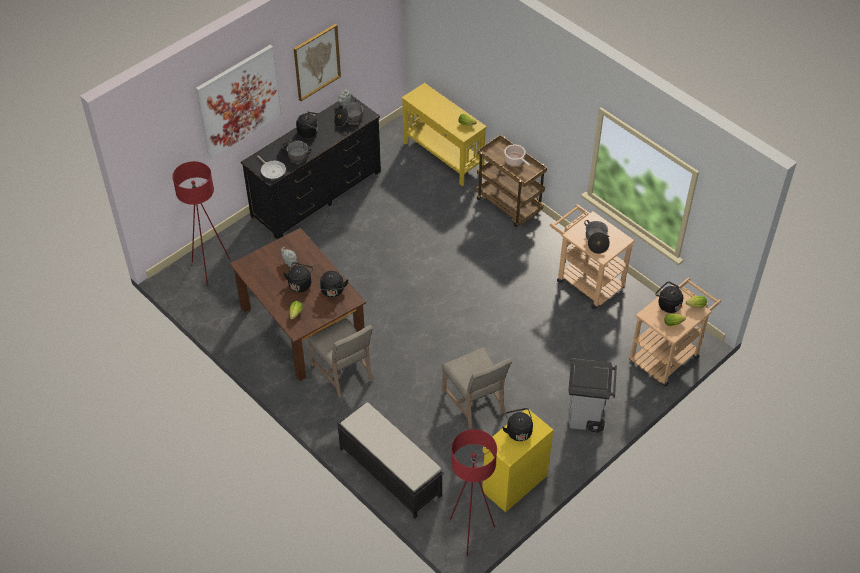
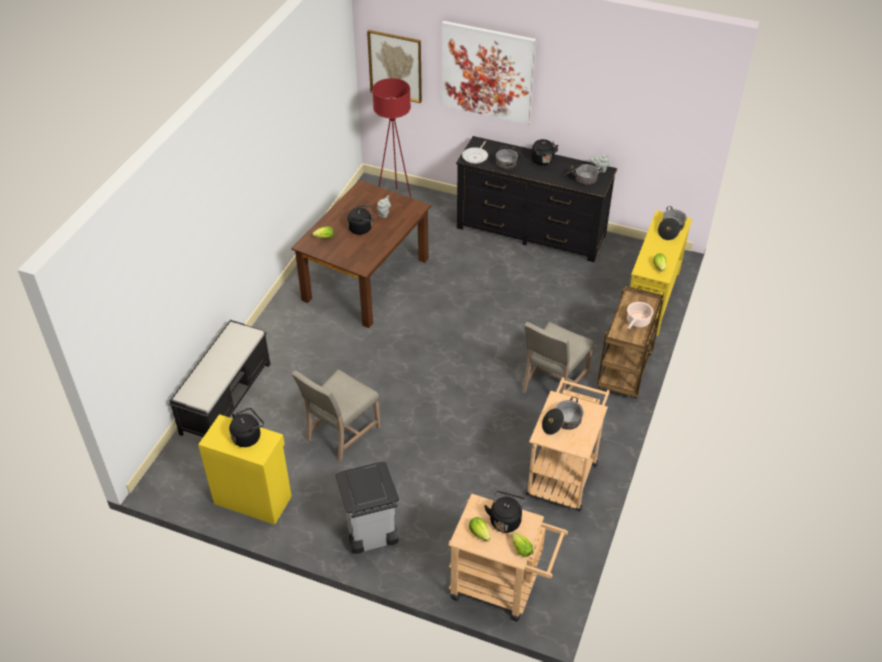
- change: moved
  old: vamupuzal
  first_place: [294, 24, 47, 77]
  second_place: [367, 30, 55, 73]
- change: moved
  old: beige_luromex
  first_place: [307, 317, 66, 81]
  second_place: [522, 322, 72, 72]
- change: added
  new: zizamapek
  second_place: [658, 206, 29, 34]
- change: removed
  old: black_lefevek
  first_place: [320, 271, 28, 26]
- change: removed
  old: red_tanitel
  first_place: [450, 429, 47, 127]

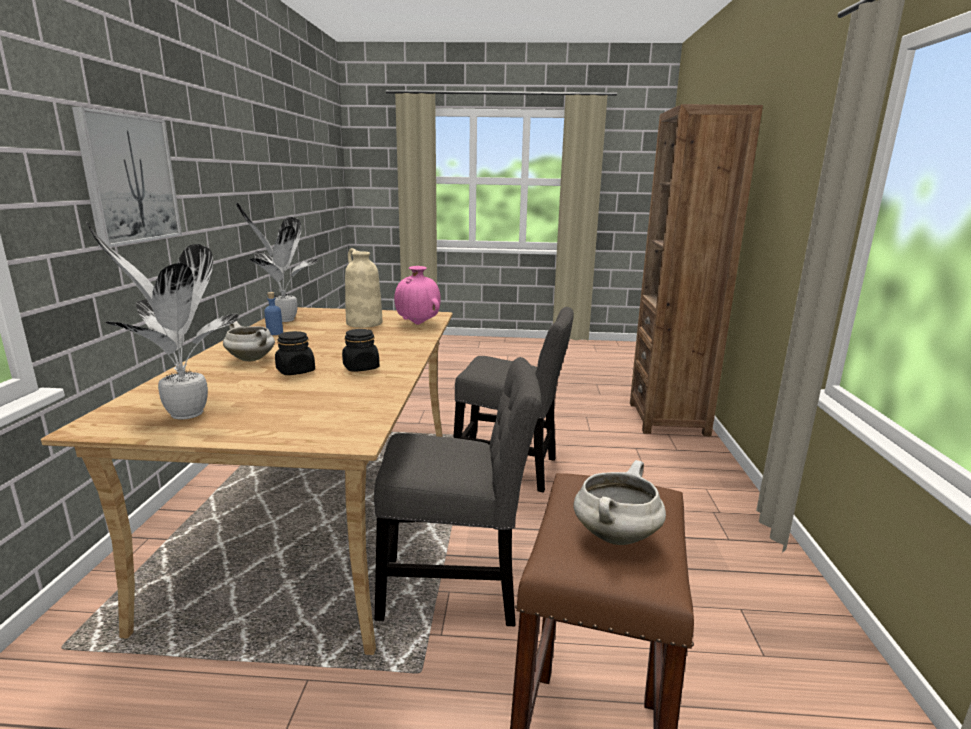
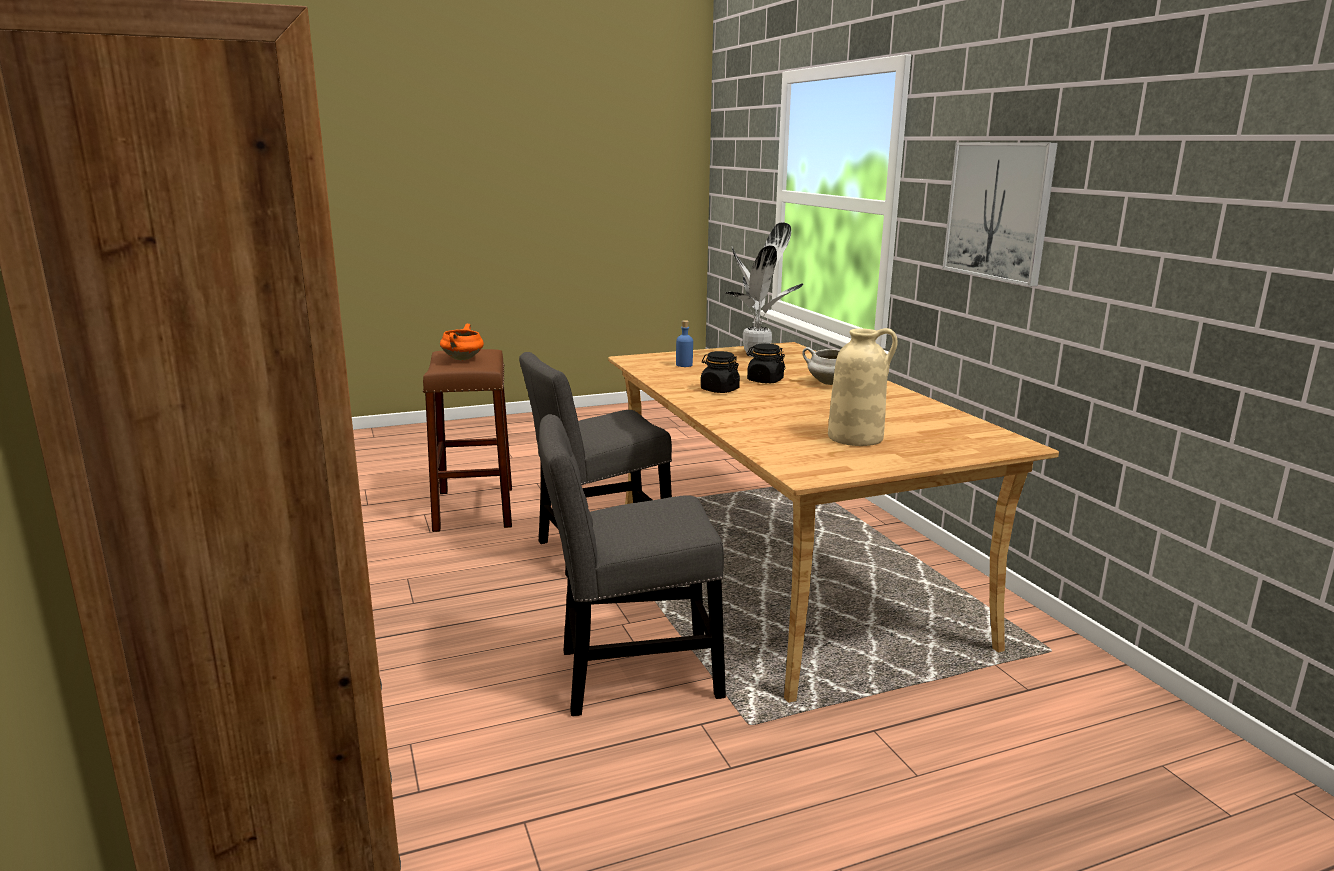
- change: recoloured
  old: white_zizamapek
  new: orange_zizamapek
  first_place: [574, 460, 92, 85]
  second_place: [440, 324, 44, 36]
- change: moved
  old: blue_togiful
  first_place: [264, 292, 19, 43]
  second_place: [676, 320, 17, 47]
- change: removed
  old: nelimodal
  first_place: [236, 203, 82, 119]
- change: removed
  old: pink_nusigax
  first_place: [394, 266, 47, 59]

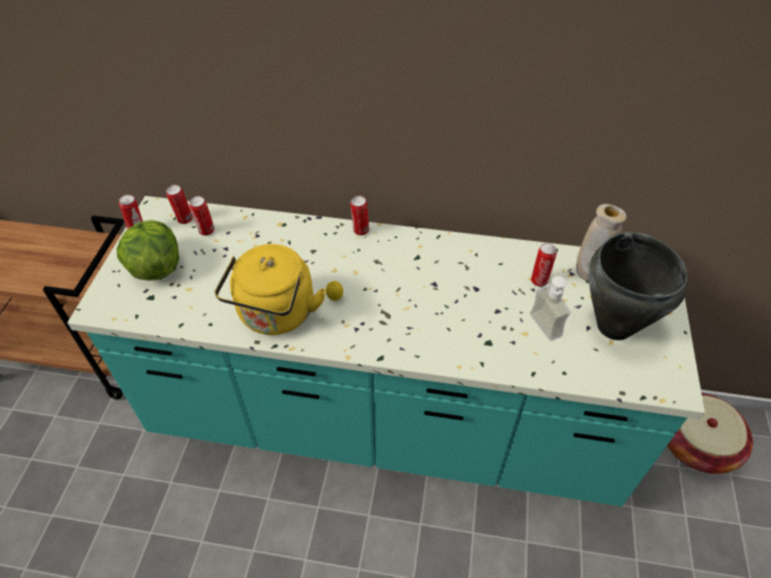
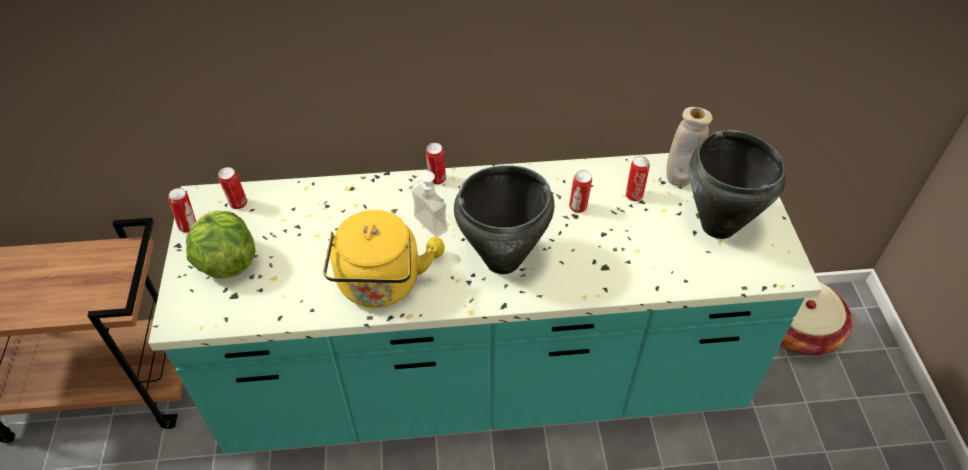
- change: moved
  old: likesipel
  first_place: [530, 276, 41, 65]
  second_place: [407, 171, 41, 66]
- change: added
  new: black_zizamapek
  second_place: [454, 165, 101, 109]
- change: moved
  old: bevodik
  first_place: [189, 196, 25, 40]
  second_place: [569, 170, 23, 43]

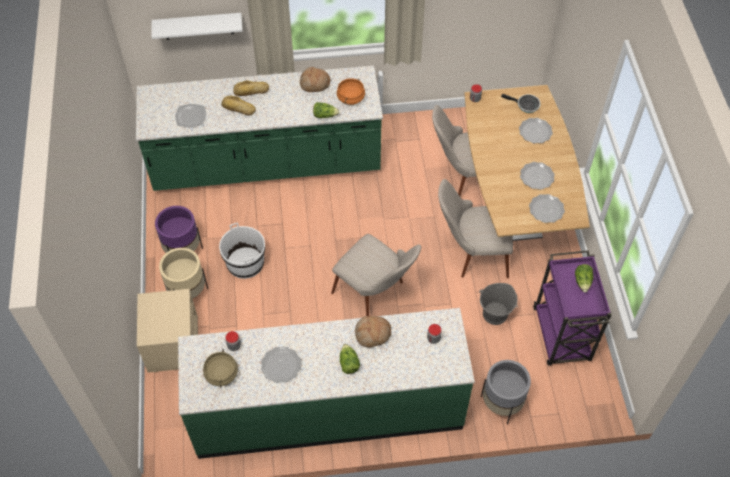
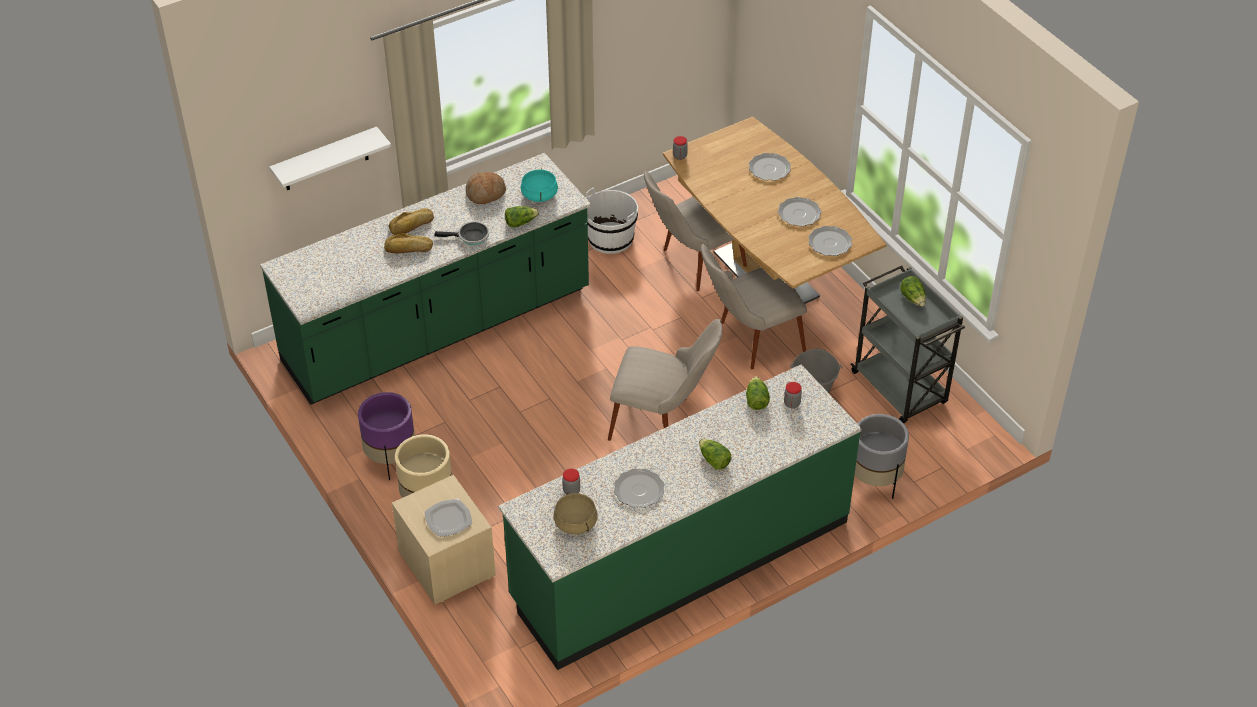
- change: moved
  old: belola
  first_place: [175, 104, 31, 23]
  second_place: [425, 499, 47, 38]
- change: moved
  old: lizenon
  first_place: [501, 94, 40, 19]
  second_place: [434, 221, 55, 24]
- change: recoloured
  old: orange_zizamapek
  new: turquoise_zizamapek
  first_place: [337, 78, 28, 27]
  second_place: [521, 168, 37, 34]
- change: moved
  old: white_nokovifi
  first_place: [219, 223, 46, 56]
  second_place: [586, 187, 52, 67]
- change: added
  new: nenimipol
  second_place: [746, 377, 24, 33]
- change: recoloured
  old: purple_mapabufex
  new: grey_mapabufex
  first_place: [533, 250, 79, 115]
  second_place: [850, 265, 115, 159]
- change: removed
  old: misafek
  first_place: [355, 316, 37, 32]

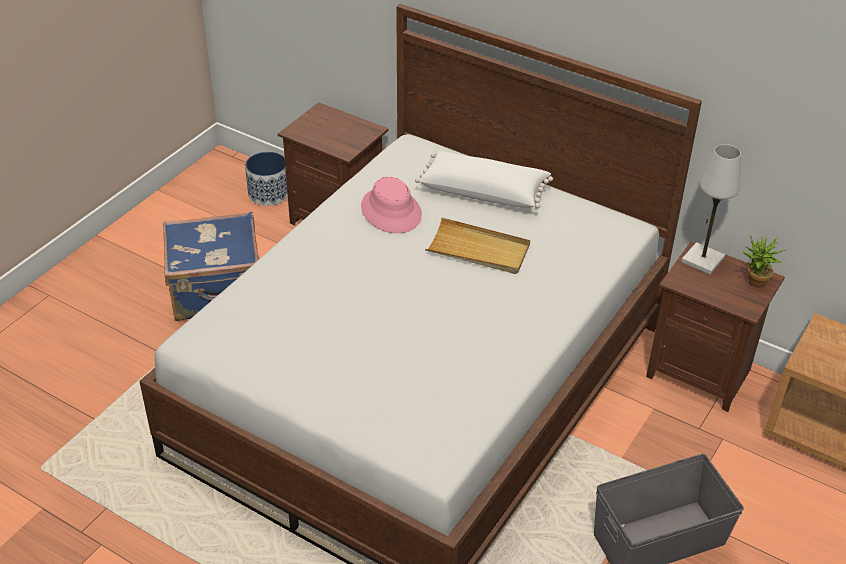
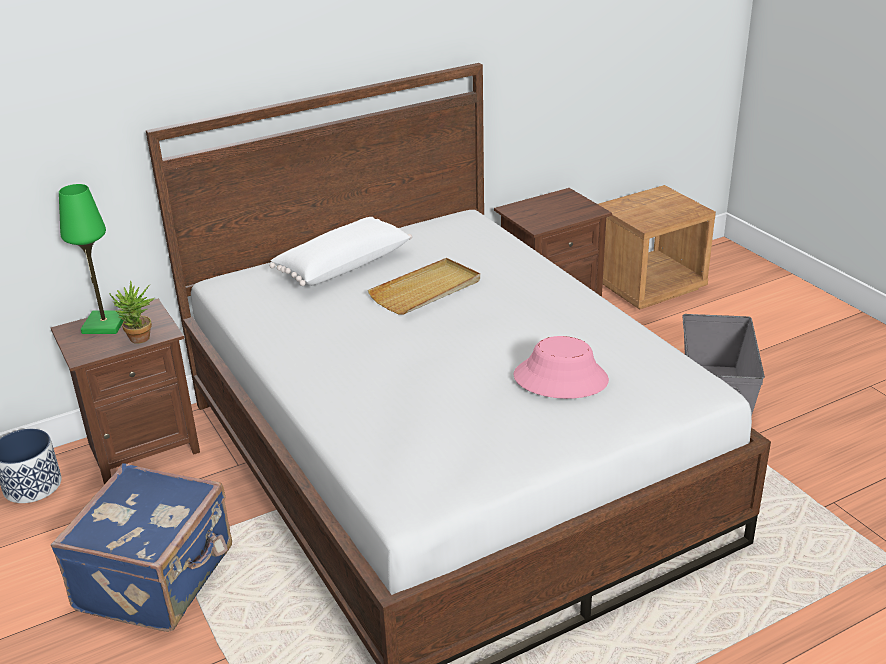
- change: added
  new: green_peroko
  second_place: [59, 184, 65, 150]
- change: moved
  old: nelimodal
  first_place: [743, 236, 43, 52]
  second_place: [109, 281, 46, 62]
- change: moved
  old: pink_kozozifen
  first_place: [361, 177, 61, 56]
  second_place: [513, 336, 96, 63]
- change: removed
  old: white_peroko
  first_place: [681, 144, 60, 131]

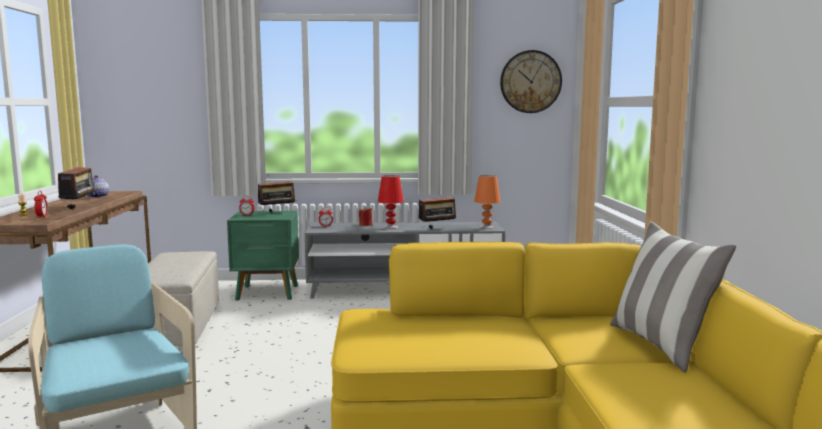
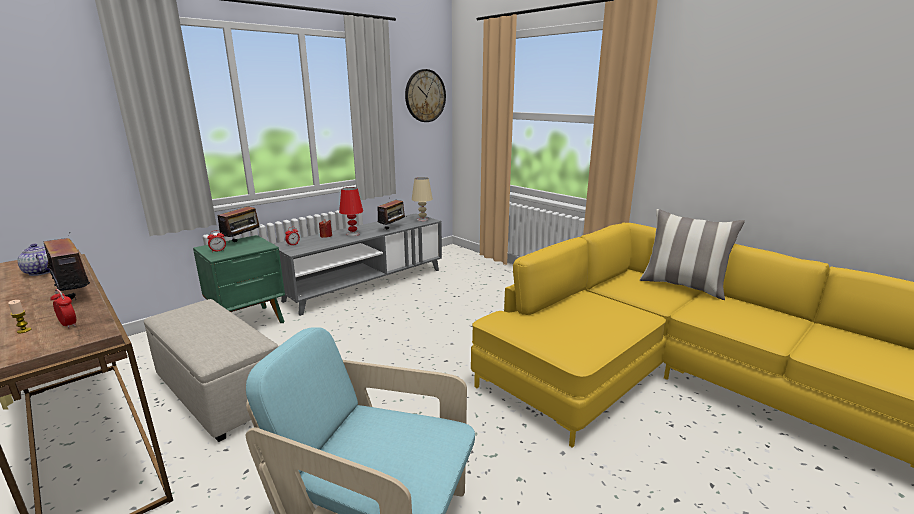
- change: recoloured
  old: orange_peroko
  new: beige_peroko
  first_place: [474, 175, 26, 54]
  second_place: [412, 177, 21, 45]

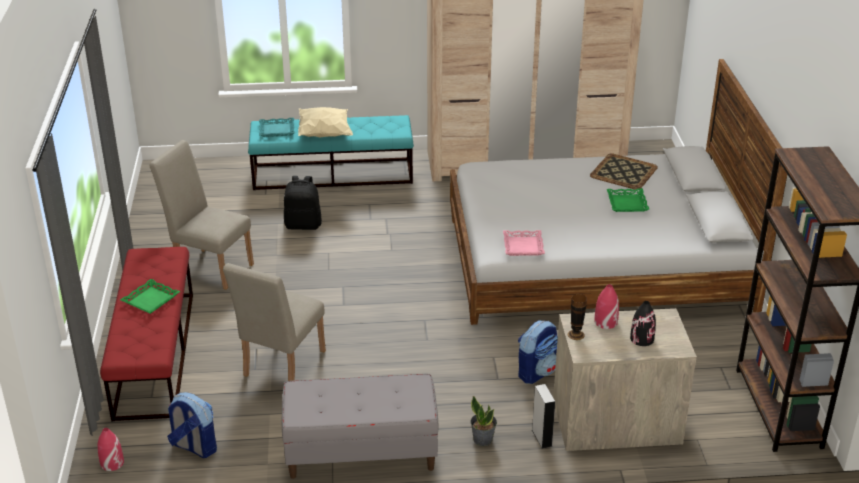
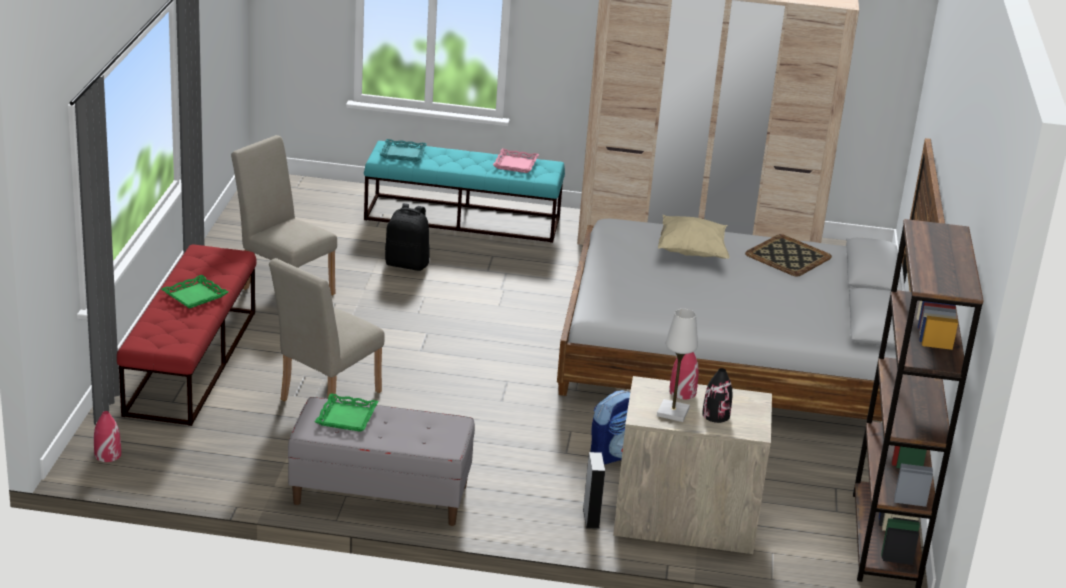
- change: moved
  old: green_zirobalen
  first_place: [607, 188, 42, 24]
  second_place: [315, 393, 64, 39]
- change: moved
  old: pink_zirobalen
  first_place: [503, 230, 42, 26]
  second_place: [493, 148, 46, 25]
- change: added
  new: white_peroko
  second_place: [657, 309, 41, 113]
- change: moved
  old: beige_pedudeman
  first_place: [298, 107, 55, 30]
  second_place: [658, 215, 71, 44]
- change: removed
  old: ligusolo
  first_place: [167, 392, 50, 66]
- change: removed
  old: nelimodal
  first_place: [471, 396, 26, 50]
- change: removed
  old: nusigax
  first_place: [568, 294, 19, 46]

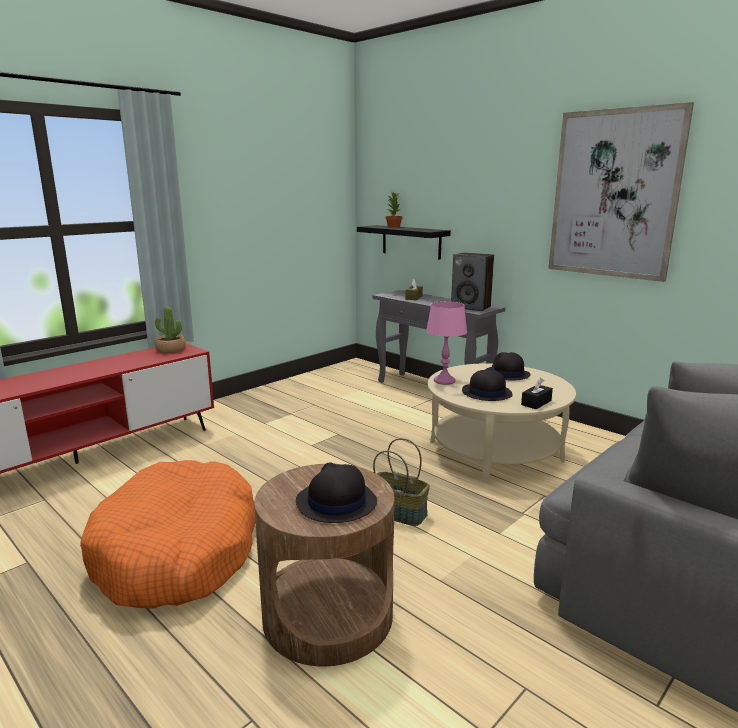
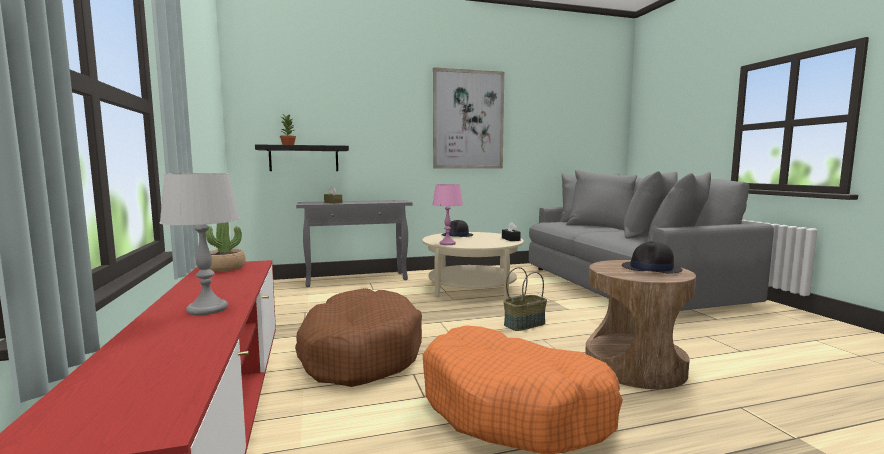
- change: added
  new: grey_peroko
  second_place: [159, 173, 81, 142]
- change: added
  new: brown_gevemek
  second_place: [295, 288, 127, 99]
- change: removed
  old: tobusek
  first_place: [451, 252, 43, 59]
- change: removed
  old: black_kozozifen
  first_place: [462, 368, 51, 33]

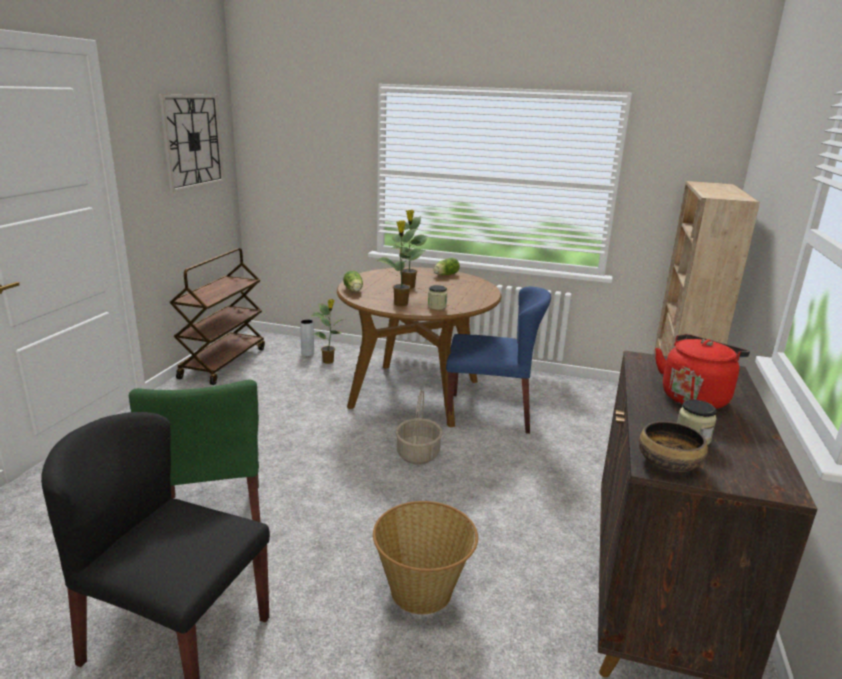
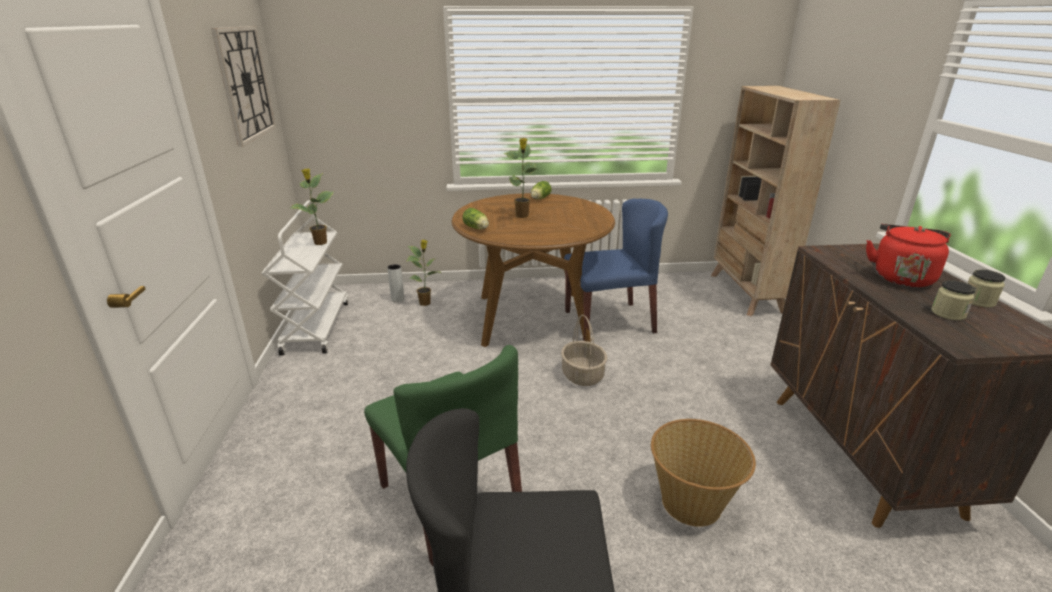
- change: recoloured
  old: brown_mapabufex
  new: white_mapabufex
  first_place: [169, 248, 96, 137]
  second_place: [262, 200, 86, 156]
- change: moved
  old: nelimodal
  first_place: [377, 220, 49, 86]
  second_place: [290, 168, 44, 77]
- change: moved
  old: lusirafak
  first_place: [428, 285, 19, 25]
  second_place: [967, 269, 38, 39]
- change: removed
  old: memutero
  first_place: [639, 421, 69, 51]

